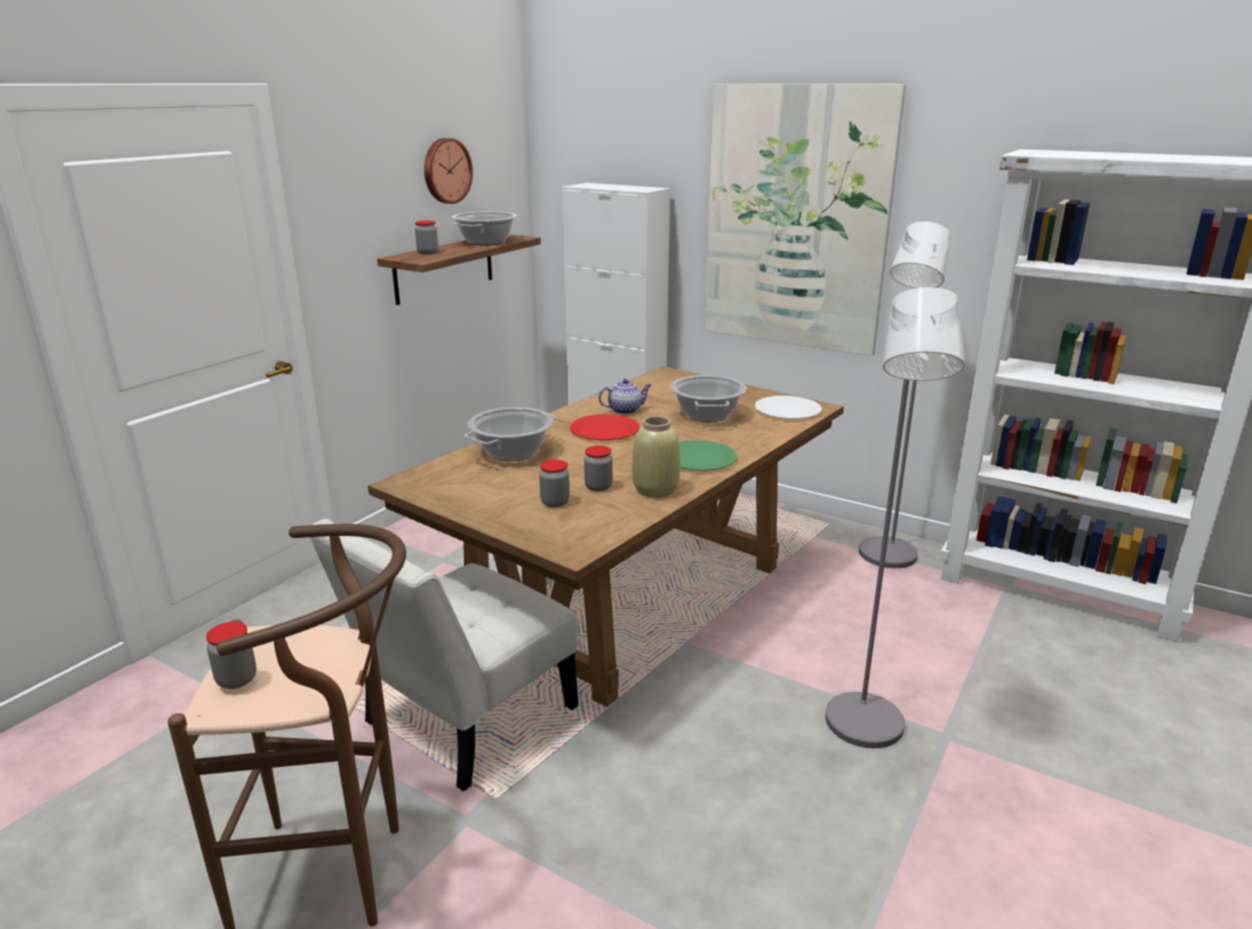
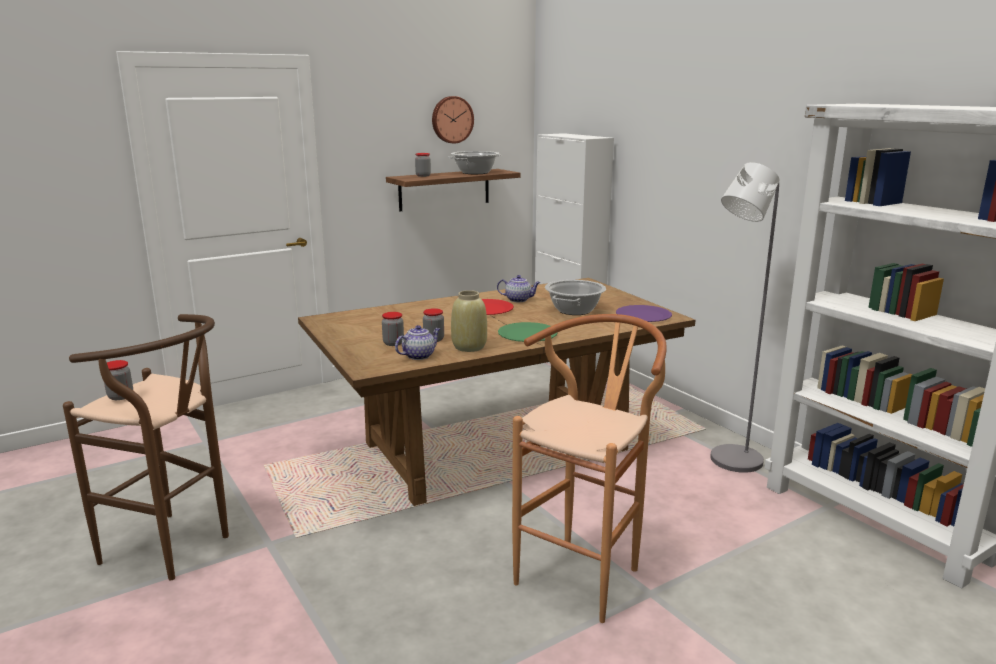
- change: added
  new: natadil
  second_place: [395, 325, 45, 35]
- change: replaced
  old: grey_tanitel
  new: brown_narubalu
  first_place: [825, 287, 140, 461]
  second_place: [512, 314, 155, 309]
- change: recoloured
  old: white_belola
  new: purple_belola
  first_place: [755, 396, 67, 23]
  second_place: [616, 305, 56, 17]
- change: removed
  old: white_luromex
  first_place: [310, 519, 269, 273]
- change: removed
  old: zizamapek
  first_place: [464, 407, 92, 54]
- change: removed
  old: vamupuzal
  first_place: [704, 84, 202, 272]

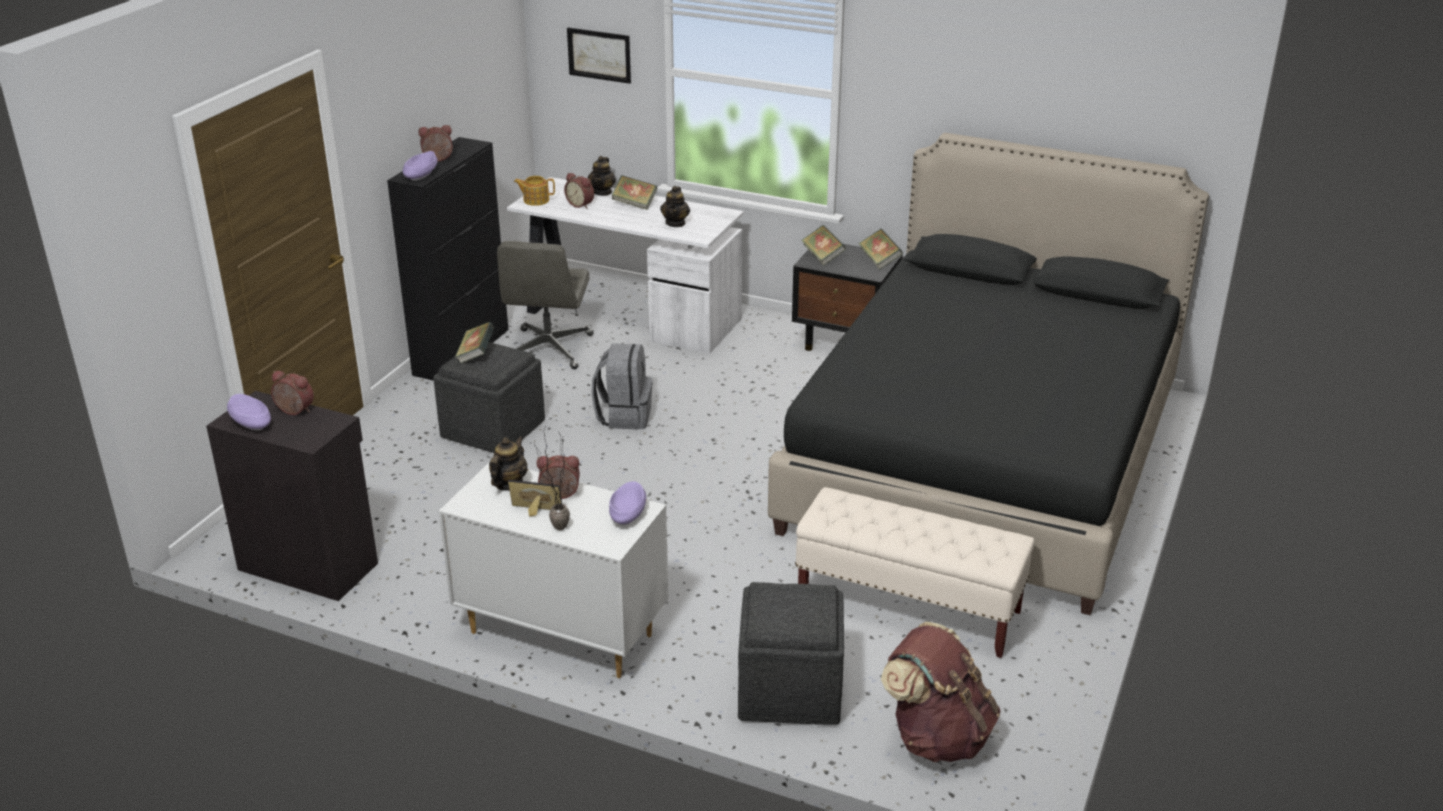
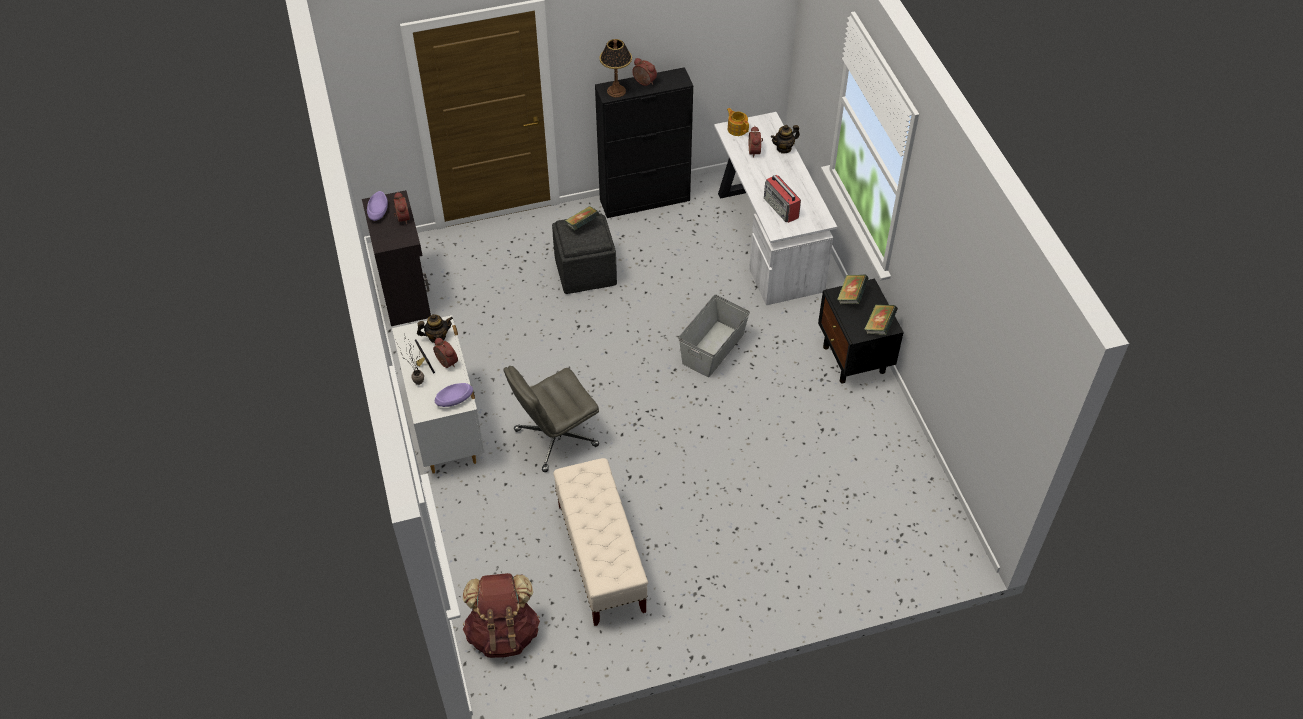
- change: moved
  old: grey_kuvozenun
  first_place: [497, 241, 97, 128]
  second_place: [503, 366, 96, 106]
- change: replaced
  old: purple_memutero
  new: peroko
  first_place: [403, 151, 35, 30]
  second_place: [599, 39, 33, 59]
- change: added
  new: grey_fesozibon
  second_place: [679, 295, 71, 82]
- change: replaced
  old: natadil
  new: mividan
  first_place: [660, 186, 30, 41]
  second_place: [764, 175, 37, 48]
- change: removed
  old: vamupuzal
  first_place: [567, 27, 64, 57]
- change: removed
  old: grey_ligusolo
  first_place: [591, 343, 61, 87]
- change: removed
  old: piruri
  first_place: [612, 175, 45, 35]
- change: removed
  old: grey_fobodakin
  first_place: [738, 582, 106, 143]
- change: removed
  old: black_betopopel
  first_place: [768, 133, 441, 482]

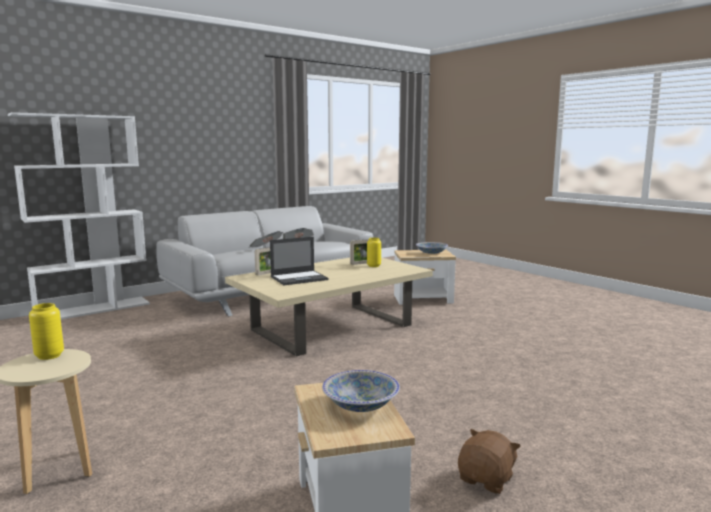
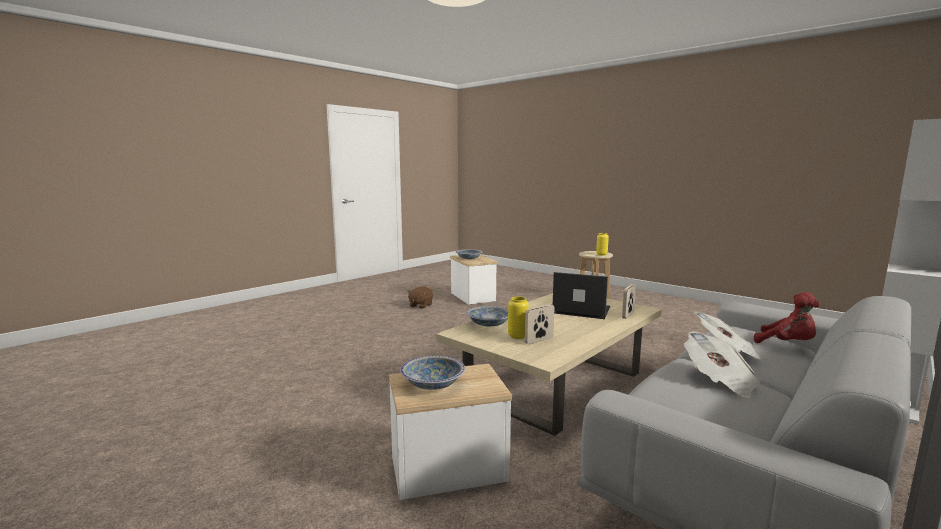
- change: added
  new: memutero
  second_place: [466, 306, 42, 20]
- change: turned
  old: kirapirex
  first_place: [270, 237, 58, 48]
  second_place: [553, 272, 57, 47]
  degrees: 60
- change: added
  new: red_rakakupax
  second_place: [754, 292, 66, 51]

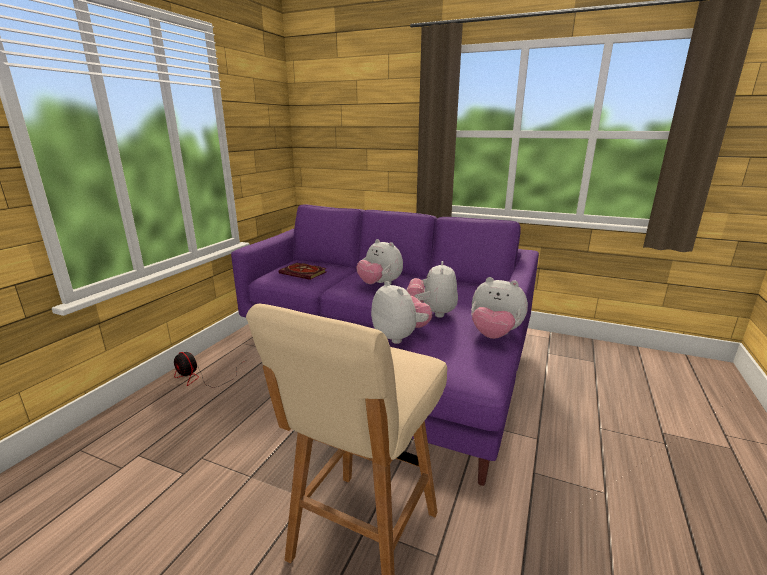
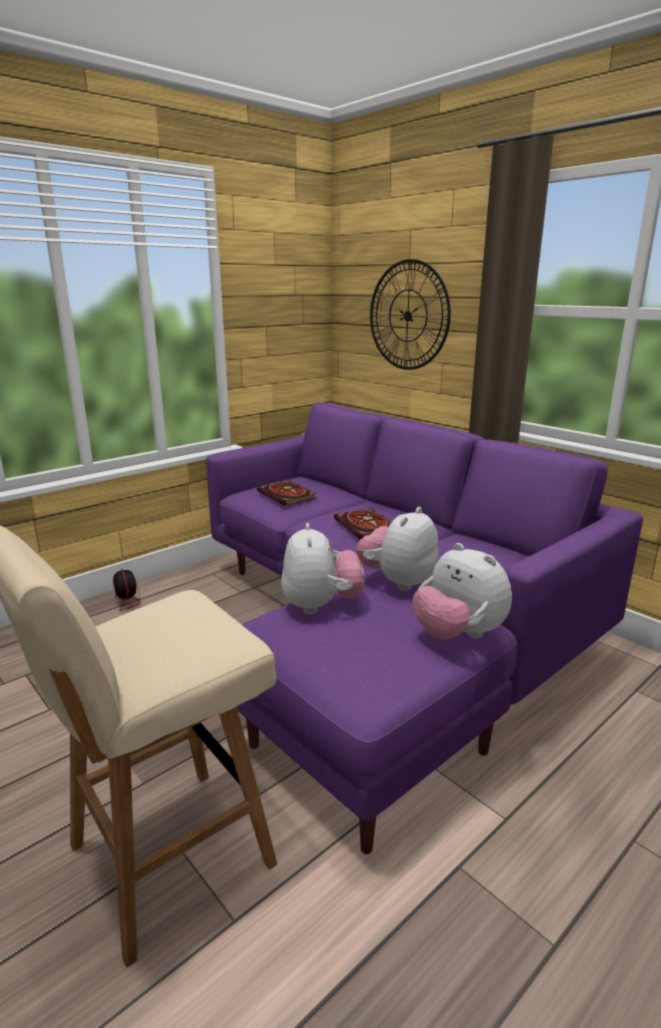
- change: replaced
  old: rakakupax
  new: piruri
  first_place: [357, 239, 46, 46]
  second_place: [334, 508, 58, 31]
- change: added
  new: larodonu
  second_place: [370, 259, 81, 111]

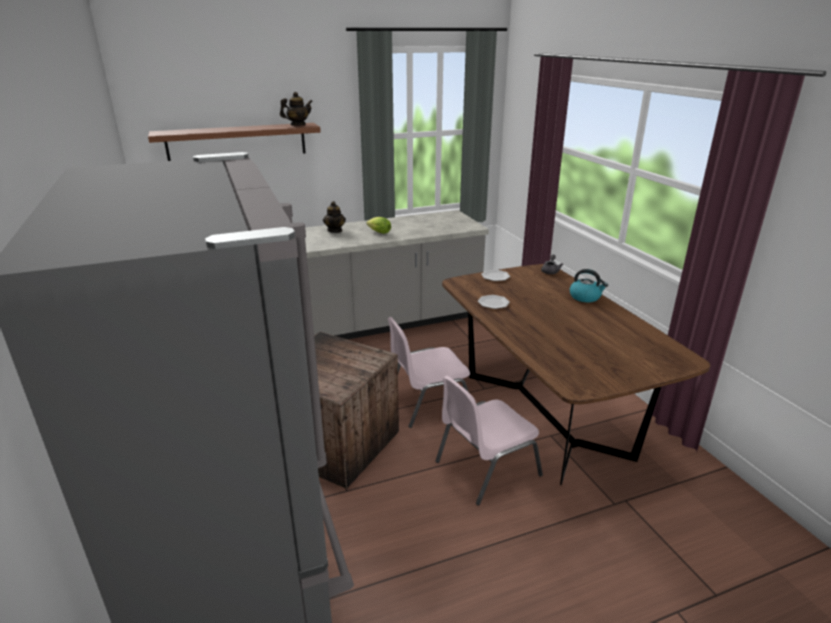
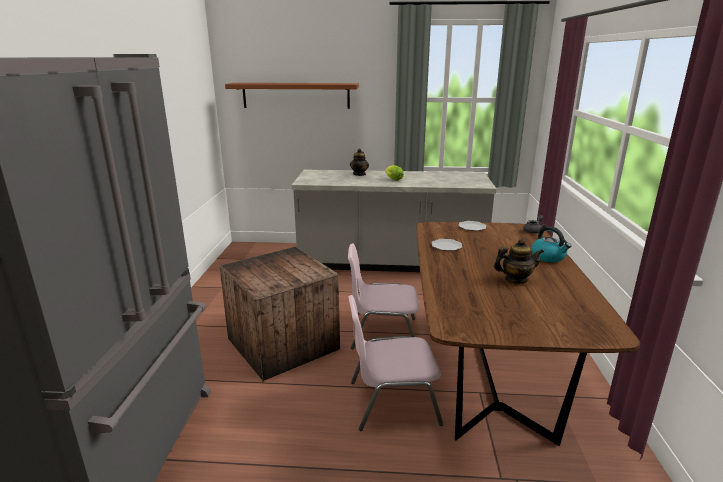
- change: moved
  old: natadil
  first_place: [280, 92, 33, 34]
  second_place: [494, 239, 50, 45]

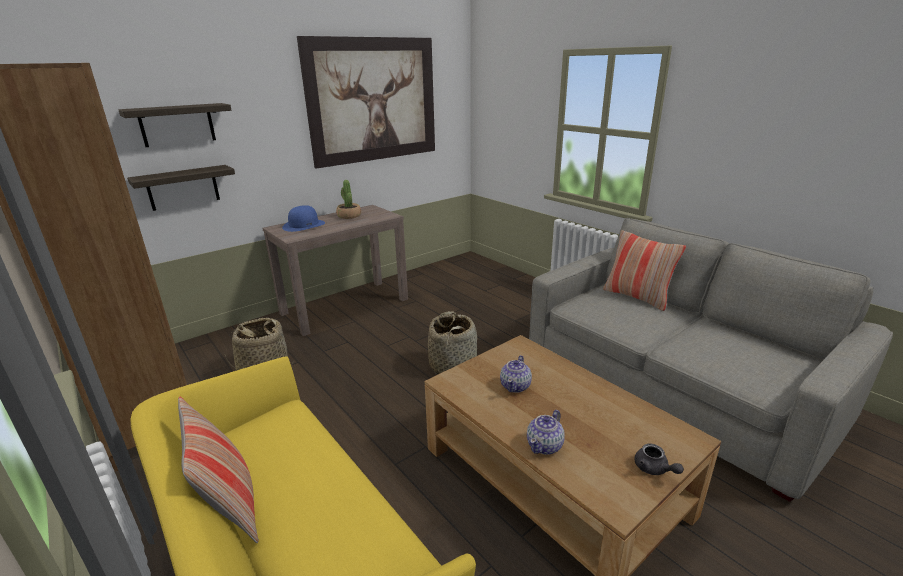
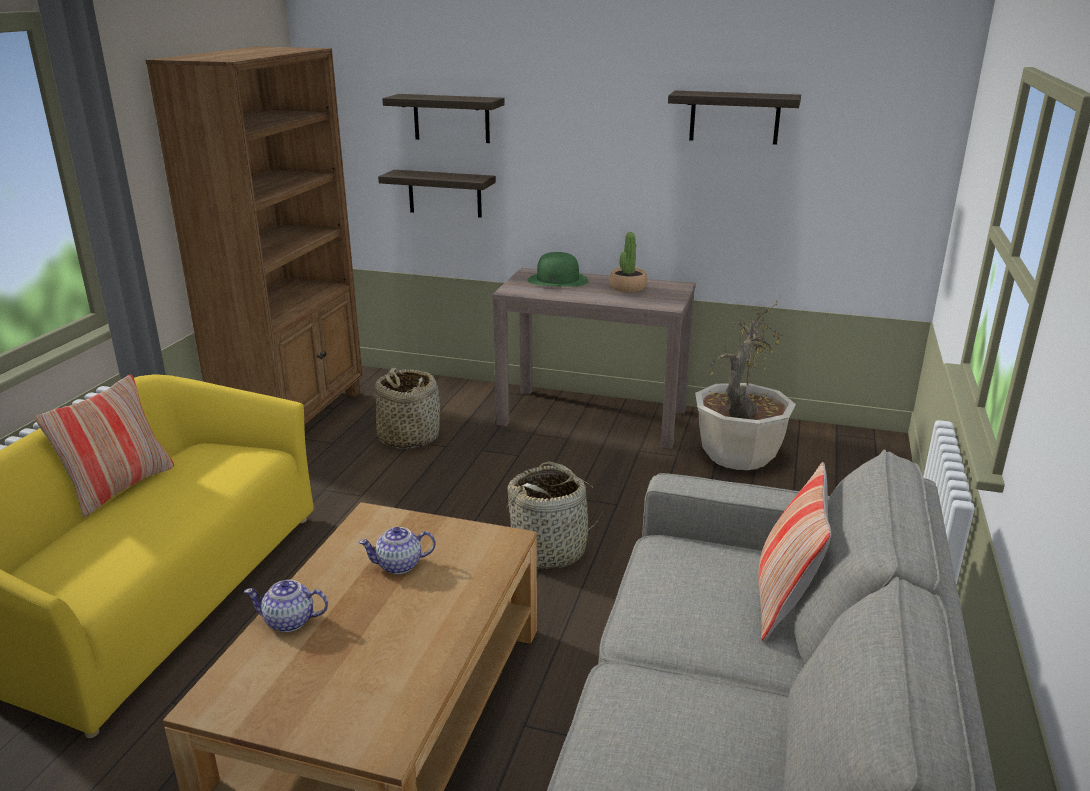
- change: recoloured
  old: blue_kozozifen
  new: green_kozozifen
  first_place: [282, 205, 43, 27]
  second_place: [528, 252, 60, 35]
- change: replaced
  old: vamupuzal
  new: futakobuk
  first_place: [297, 36, 138, 133]
  second_place: [668, 91, 133, 54]
- change: added
  new: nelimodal
  second_place: [695, 299, 101, 171]
- change: removed
  old: grey_natadil
  first_place: [634, 443, 50, 32]

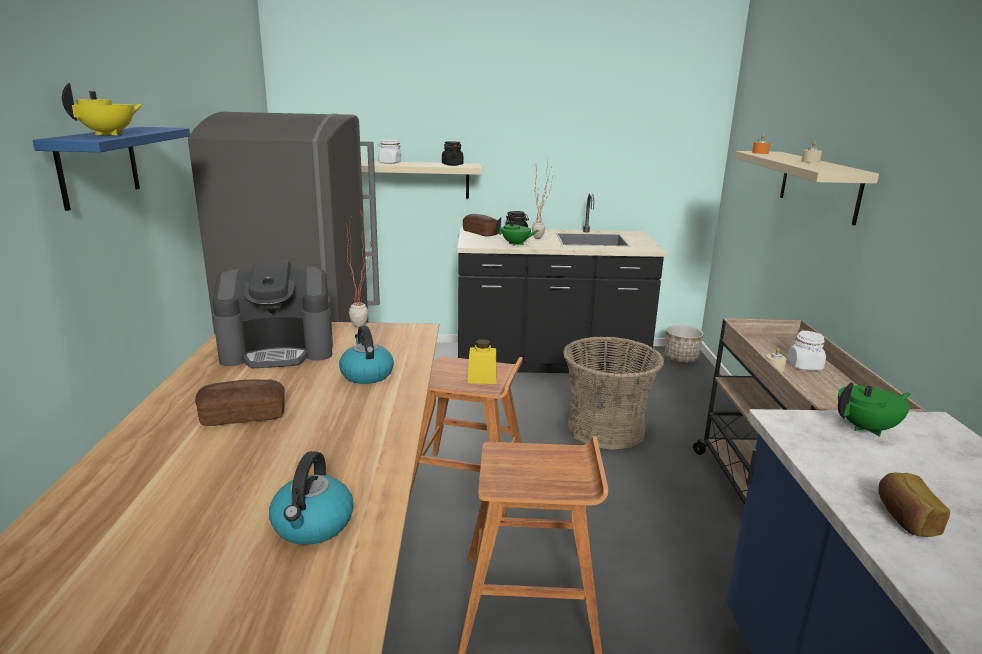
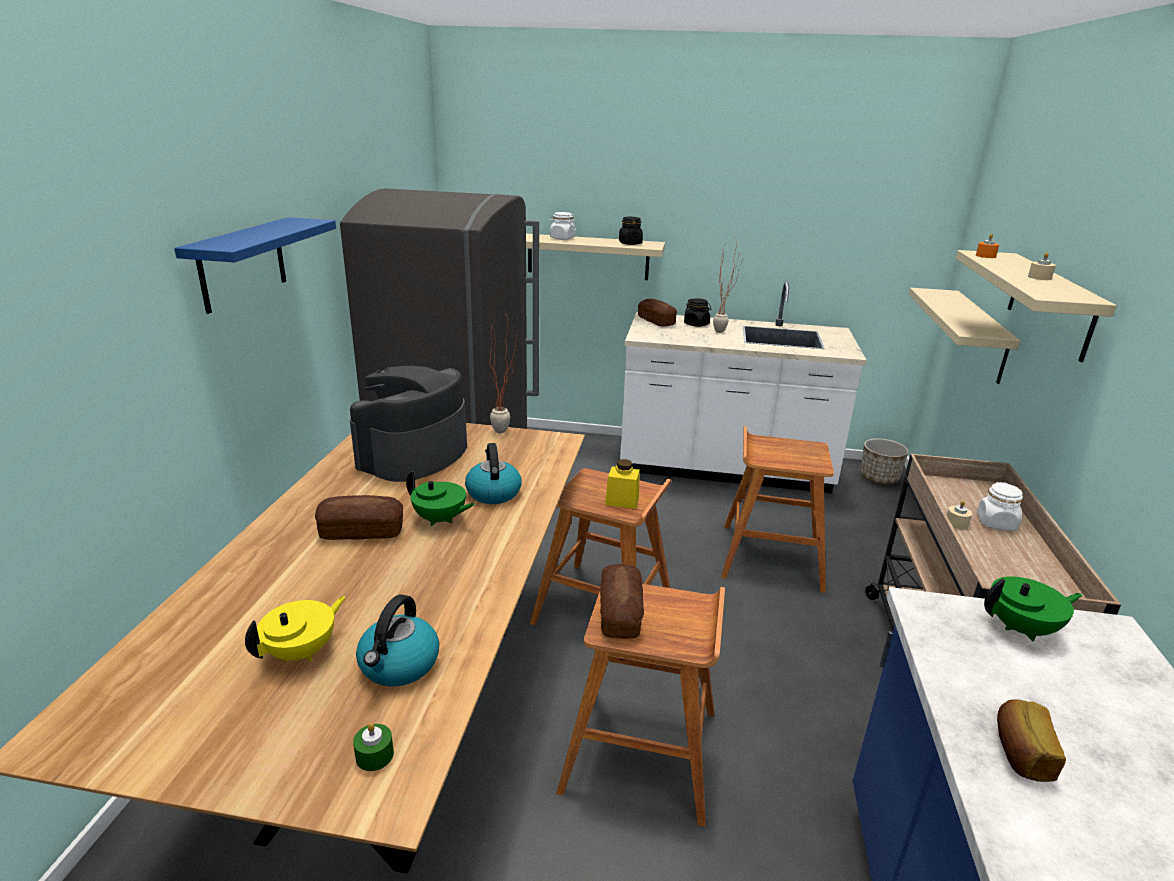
- change: moved
  old: yellow_natadil
  first_place: [62, 83, 81, 52]
  second_place: [245, 596, 101, 66]
- change: turned
  old: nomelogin
  first_place: [213, 259, 120, 109]
  second_place: [350, 366, 117, 116]
  degrees: 120
- change: added
  new: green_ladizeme
  second_place: [353, 723, 41, 48]
- change: moved
  old: green_natadil
  first_place: [496, 218, 43, 28]
  second_place: [406, 471, 69, 55]
- change: added
  new: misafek
  second_place: [600, 564, 44, 75]
- change: recoloured
  old: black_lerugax
  new: white_lerugax
  first_place: [457, 192, 210, 182]
  second_place: [620, 282, 247, 211]
- change: replaced
  old: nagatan
  new: brown_narubalu
  first_place: [563, 336, 101, 114]
  second_place: [721, 426, 113, 167]
- change: added
  new: beige_futakobuk
  second_place: [909, 288, 112, 96]

